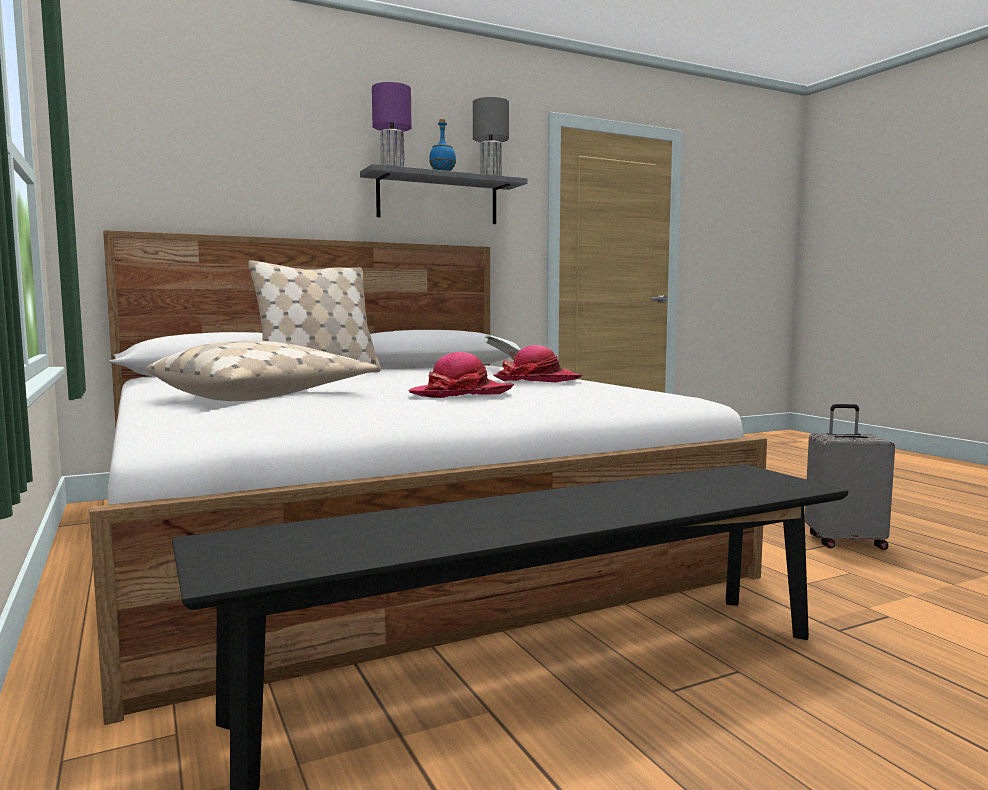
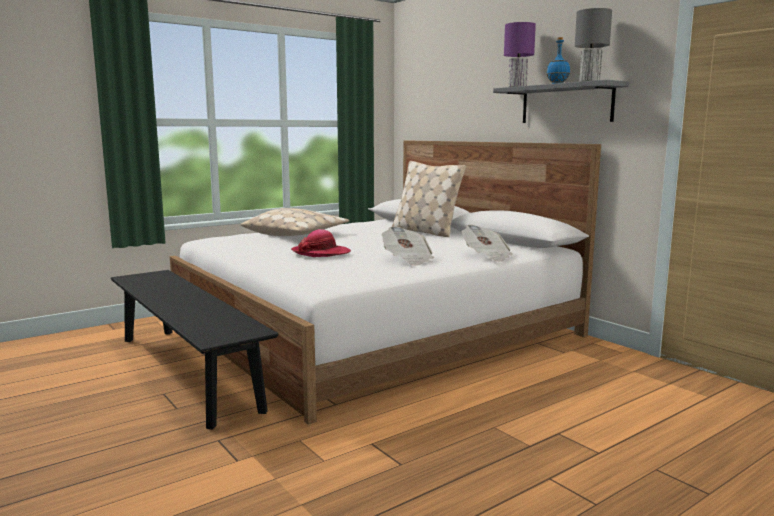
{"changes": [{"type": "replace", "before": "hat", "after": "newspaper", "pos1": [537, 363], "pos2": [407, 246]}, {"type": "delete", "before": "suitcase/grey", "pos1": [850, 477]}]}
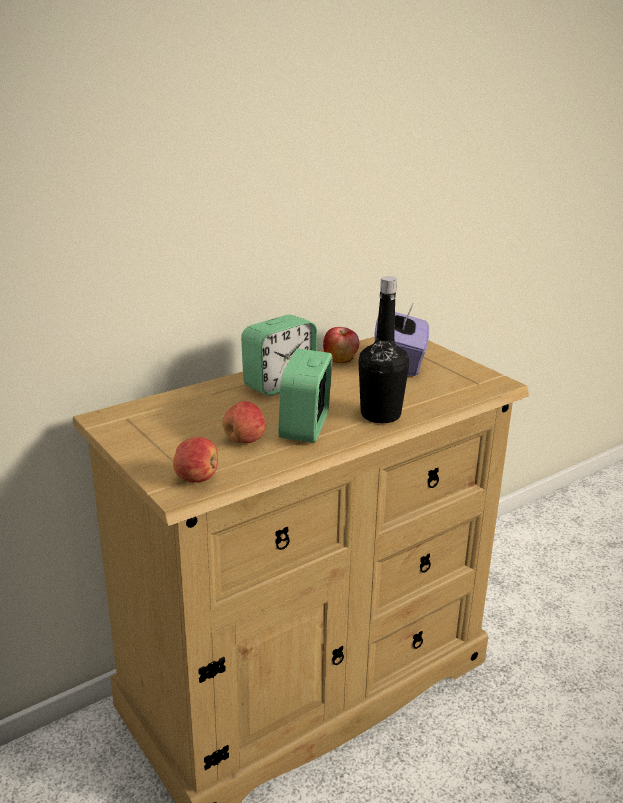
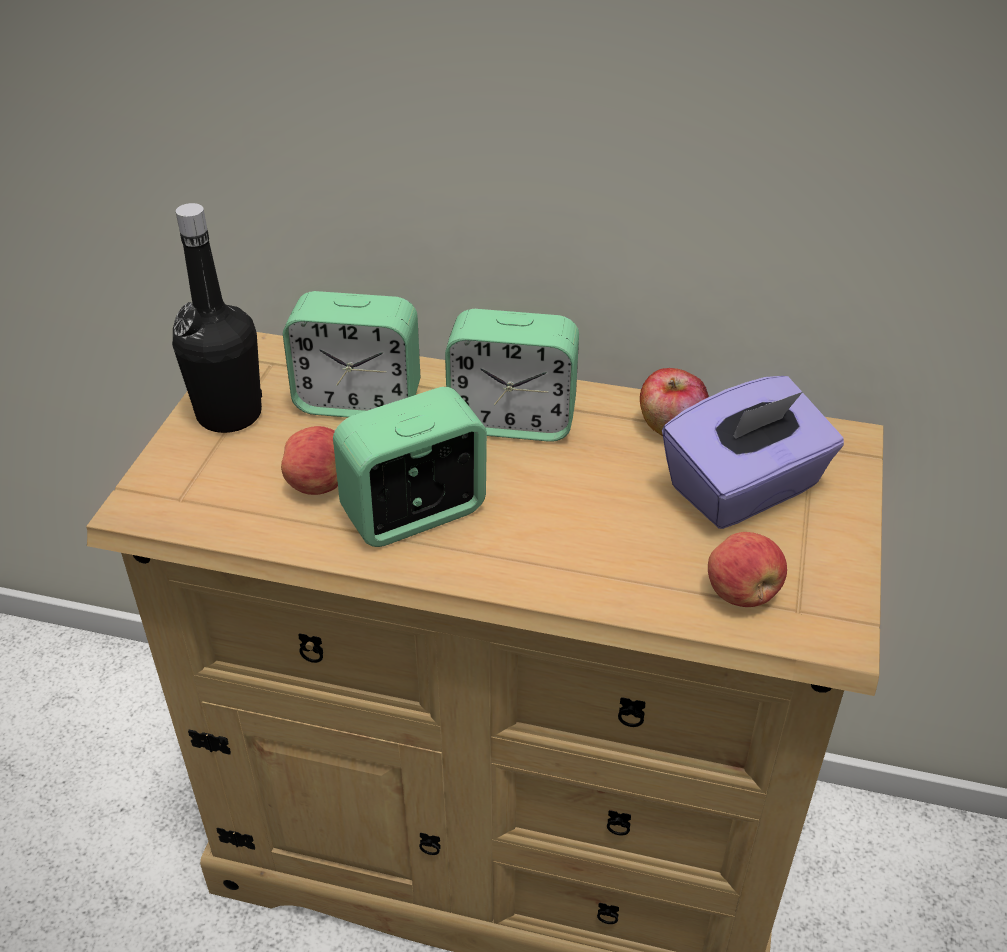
{"changes": [{"type": "move", "before": "bottle/black", "pos1": [383, 349], "pos2": [217, 318]}, {"type": "insert", "after": "alarm clock", "pos2": [351, 354]}, {"type": "move", "before": "apple", "pos1": [195, 459], "pos2": [747, 569]}]}
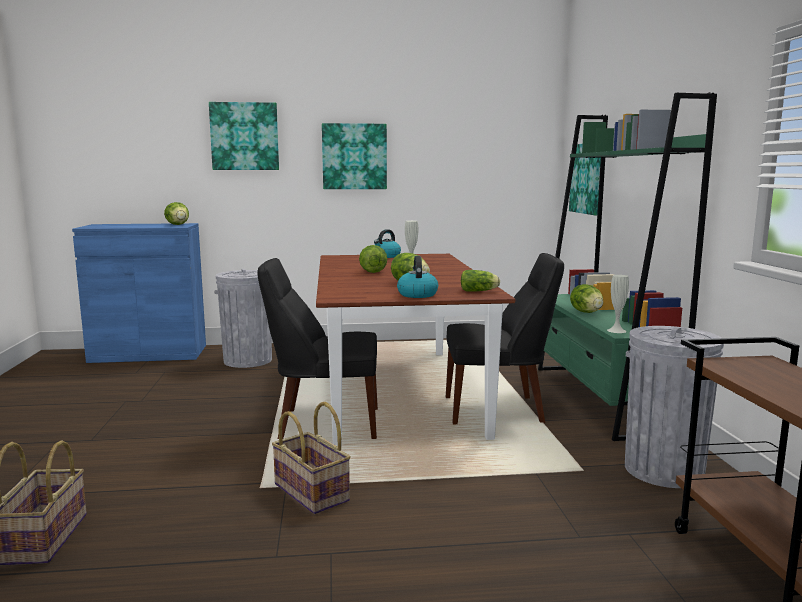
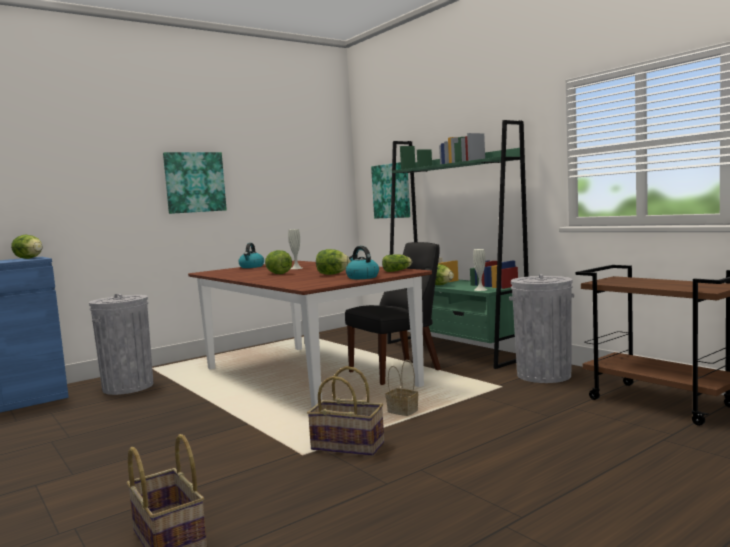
{"changes": [{"type": "insert", "after": "basket", "pos2": [401, 388]}, {"type": "delete", "before": "picture", "pos1": [244, 136]}, {"type": "delete", "before": "chair/black", "pos1": [317, 348]}]}
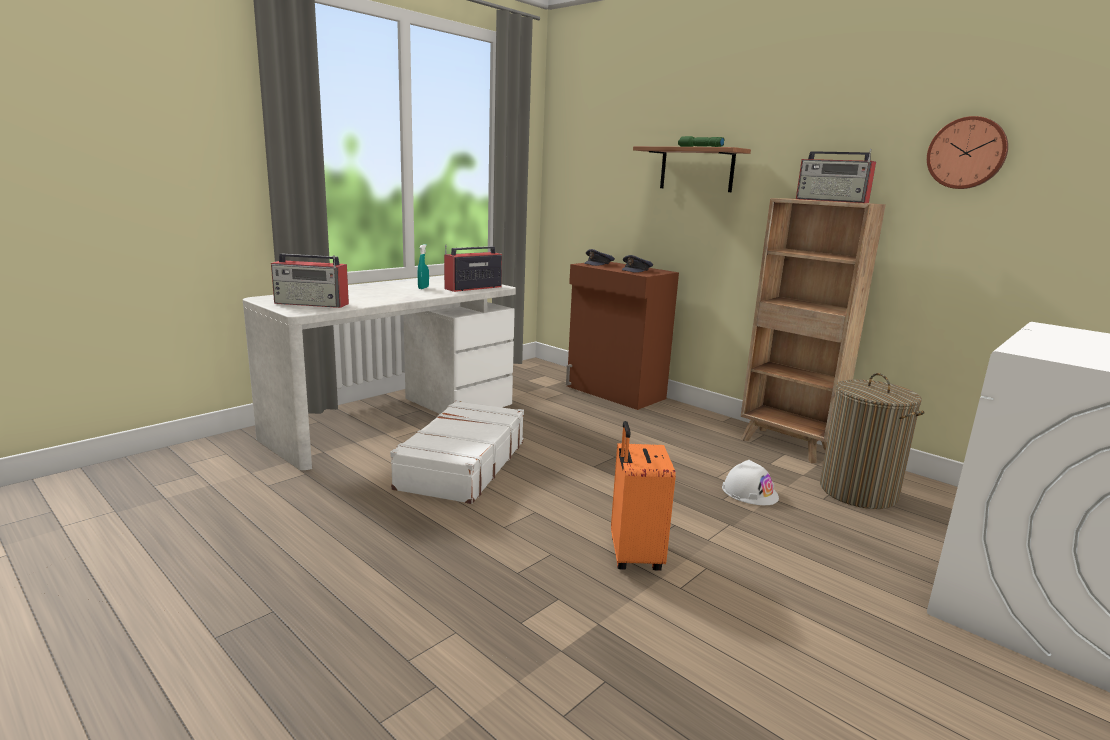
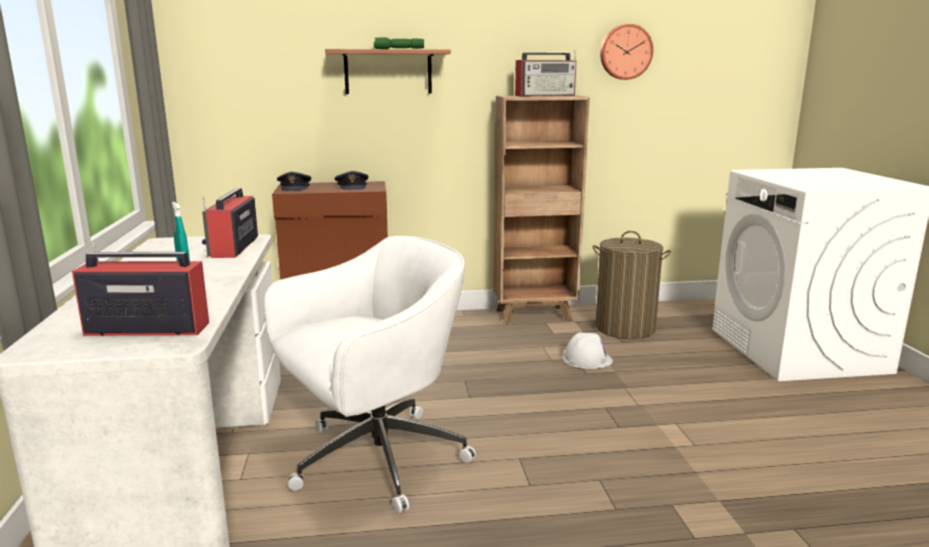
{"changes": [{"type": "rotate", "before": "radio", "pos1": [310, 281], "pos2": [140, 289], "turn": -135}, {"type": "replace", "before": "suitcase/white", "after": "office chair/white", "pos1": [457, 452], "pos2": [370, 374]}, {"type": "delete", "before": "suitcase/orange", "pos1": [643, 496]}]}
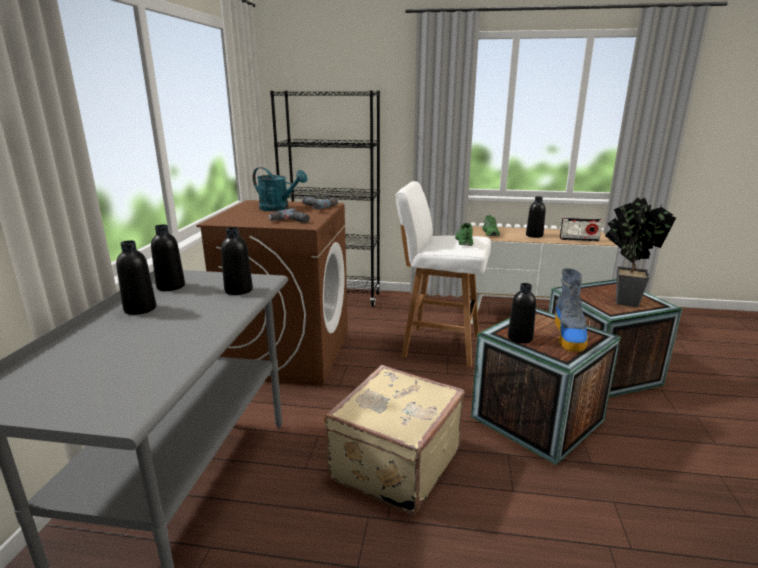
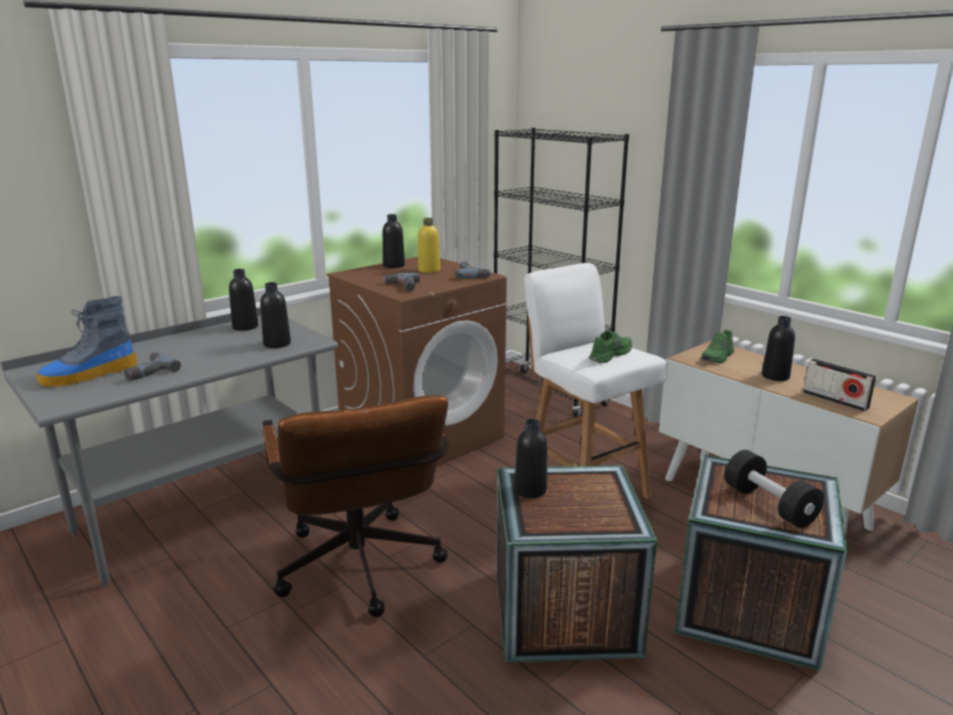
{"changes": [{"type": "move", "before": "boot", "pos1": [571, 310], "pos2": [86, 341]}, {"type": "insert", "after": "power drill", "pos2": [152, 366]}, {"type": "replace", "before": "suitcase/beige", "after": "office chair/brown", "pos1": [394, 440], "pos2": [355, 506]}, {"type": "move", "before": "bottle/black", "pos1": [136, 277], "pos2": [394, 241]}, {"type": "replace", "before": "watering can/turquoise", "after": "bottle/yellow", "pos1": [280, 189], "pos2": [429, 245]}, {"type": "replace", "before": "potted plant", "after": "dumbbell/black", "pos1": [640, 252], "pos2": [774, 489]}]}
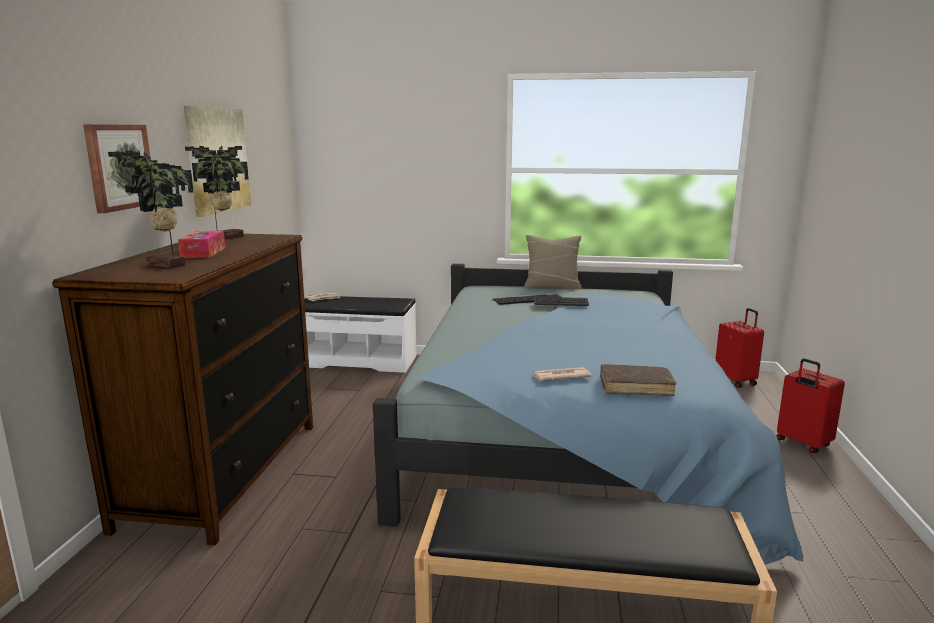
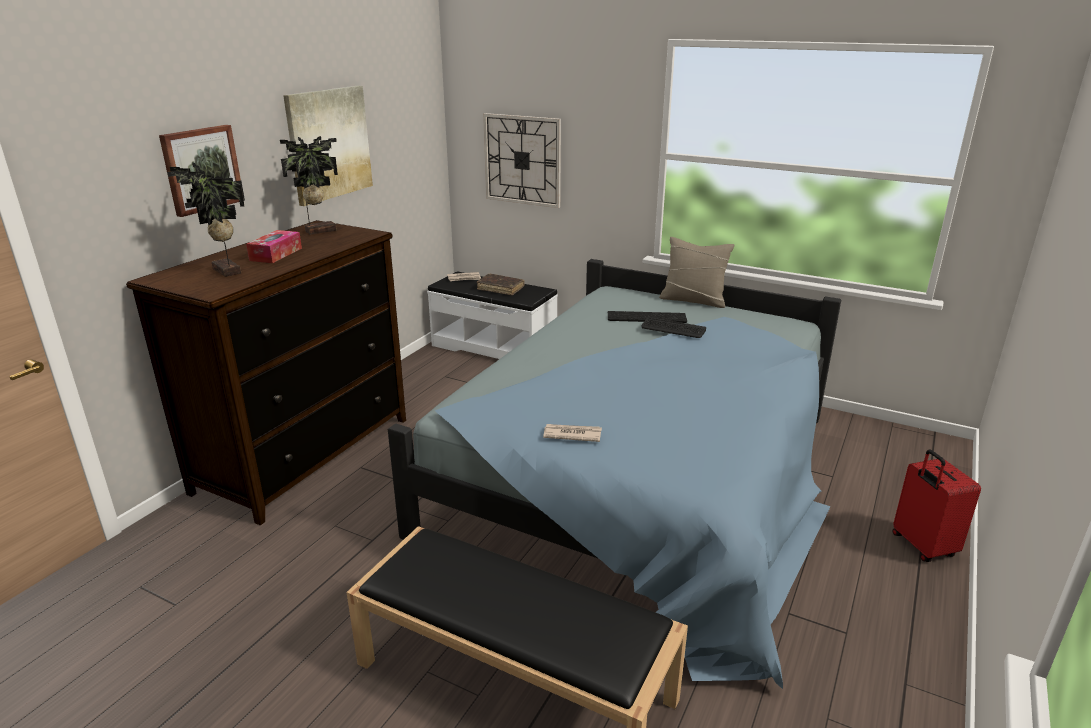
{"changes": [{"type": "move", "before": "book/brown", "pos1": [638, 380], "pos2": [500, 284]}, {"type": "insert", "after": "wall clock", "pos2": [522, 160]}, {"type": "delete", "before": "suitcase/red", "pos1": [739, 348]}]}
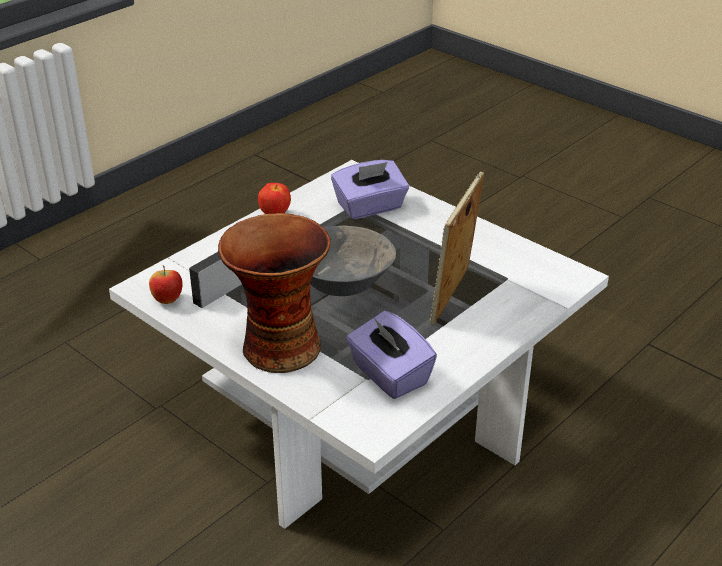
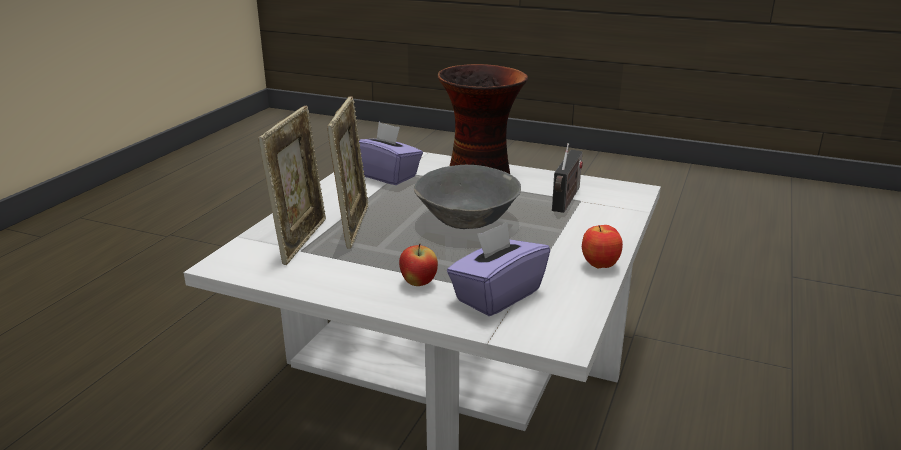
{"changes": [{"type": "insert", "after": "picture frame", "pos2": [292, 185]}, {"type": "move", "before": "apple", "pos1": [166, 284], "pos2": [418, 265]}]}
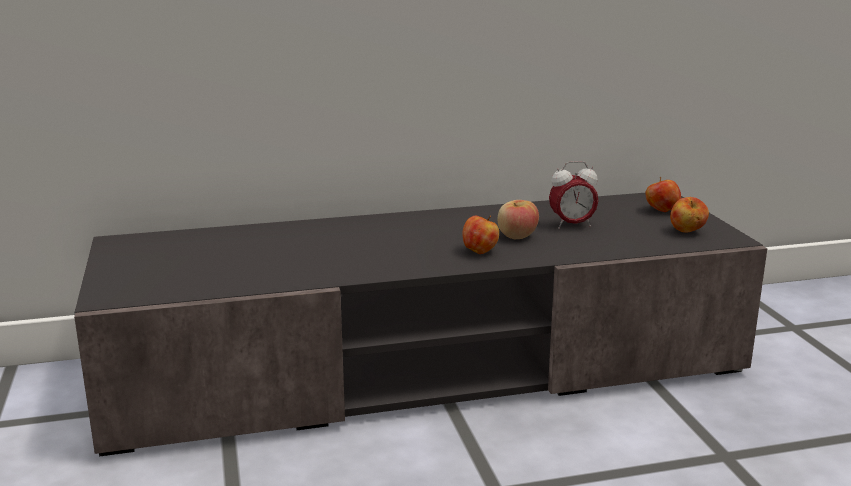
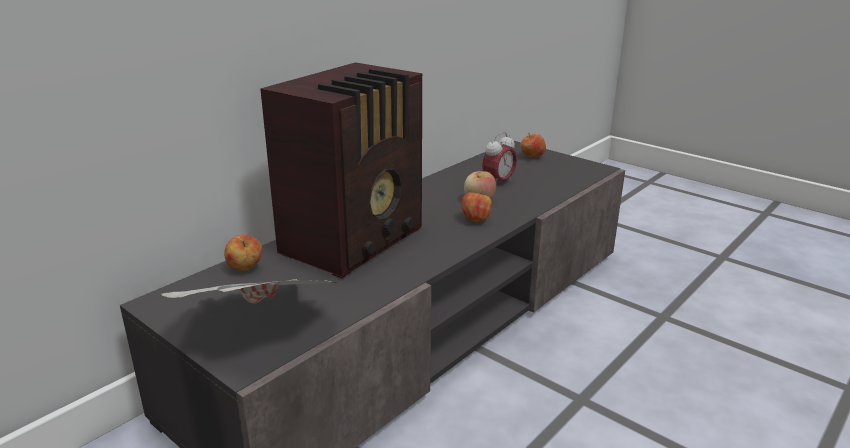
{"changes": [{"type": "insert", "after": "newspaper", "pos2": [249, 291]}, {"type": "move", "before": "apple", "pos1": [689, 214], "pos2": [243, 252]}, {"type": "insert", "after": "radio", "pos2": [341, 170]}]}
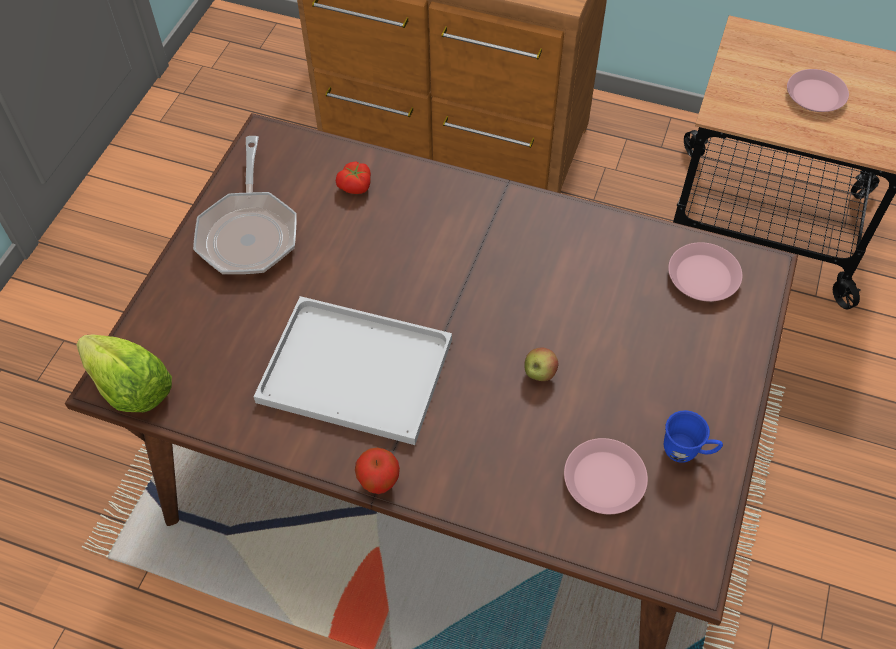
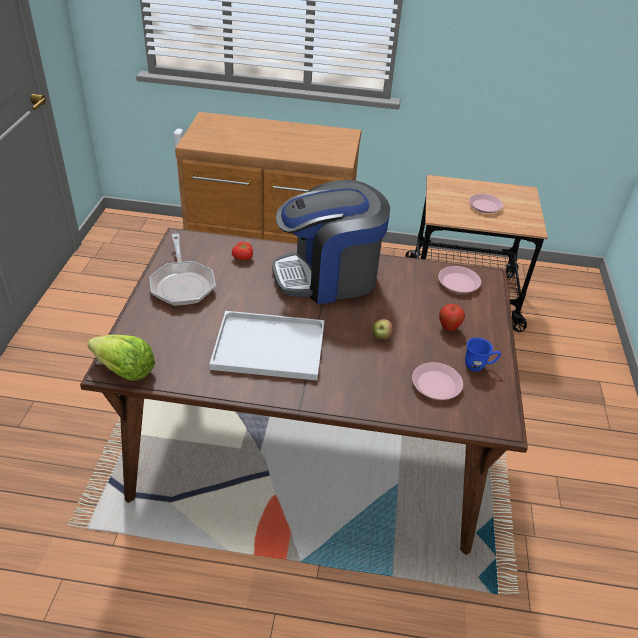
{"changes": [{"type": "insert", "after": "coffee machine", "pos2": [331, 242]}, {"type": "move", "before": "apple", "pos1": [377, 471], "pos2": [452, 317]}]}
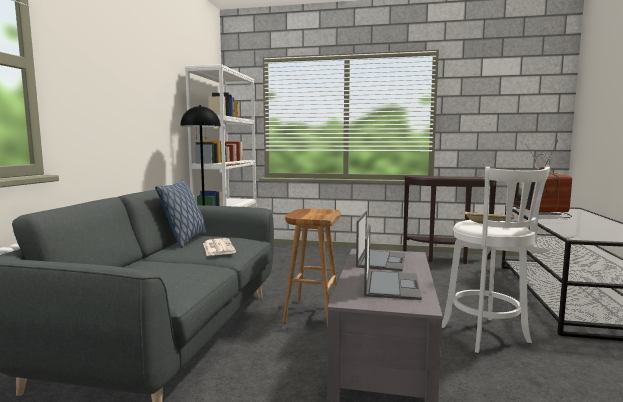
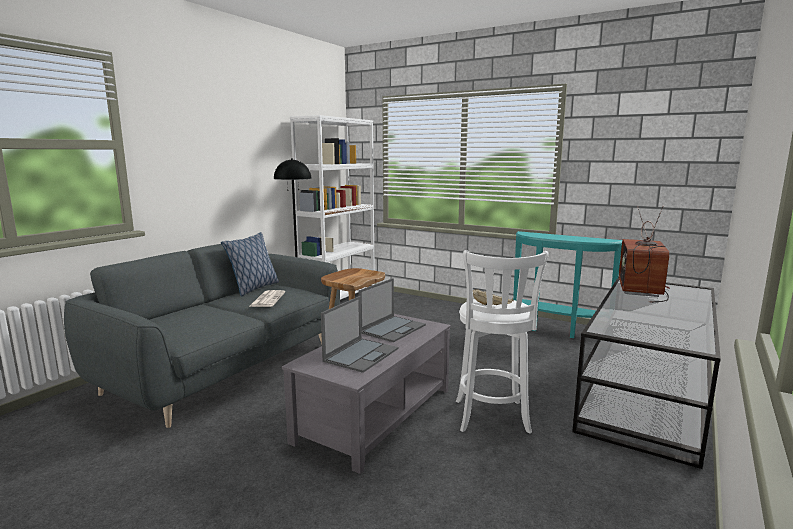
{"changes": [{"type": "recolor", "before": "console table/brown", "after": "console table/turquoise", "pos1": [449, 220], "pos2": [567, 284]}]}
